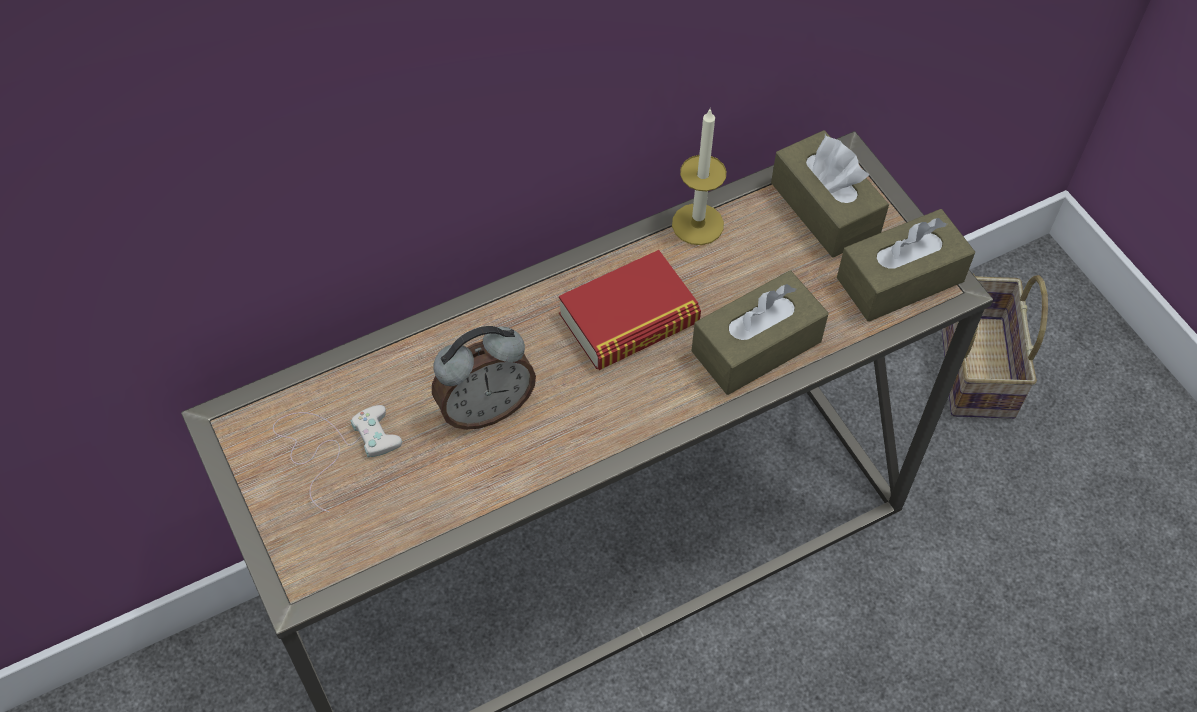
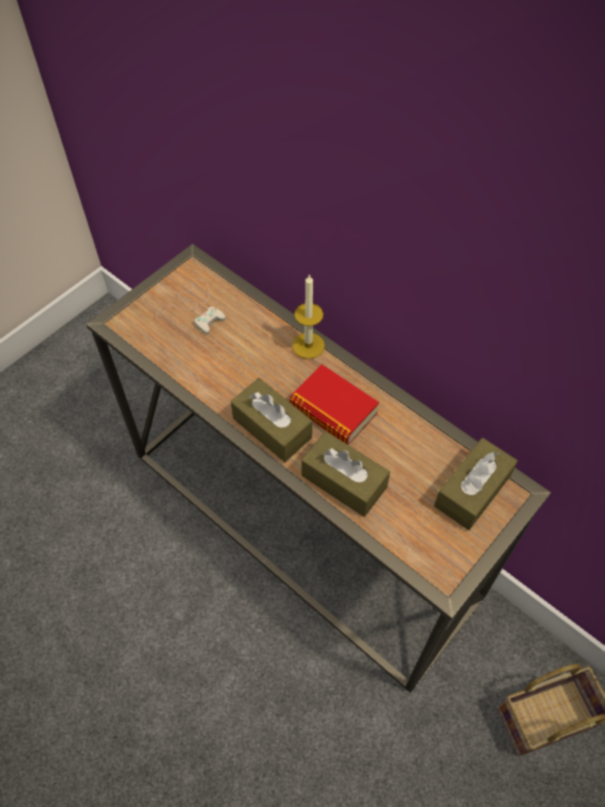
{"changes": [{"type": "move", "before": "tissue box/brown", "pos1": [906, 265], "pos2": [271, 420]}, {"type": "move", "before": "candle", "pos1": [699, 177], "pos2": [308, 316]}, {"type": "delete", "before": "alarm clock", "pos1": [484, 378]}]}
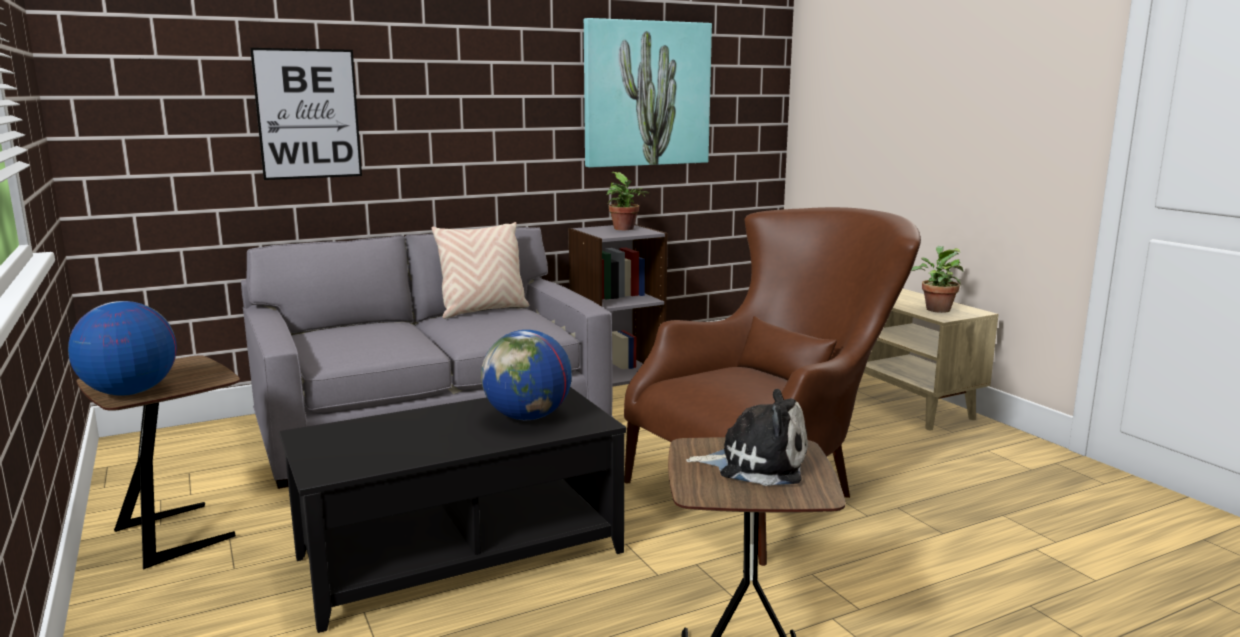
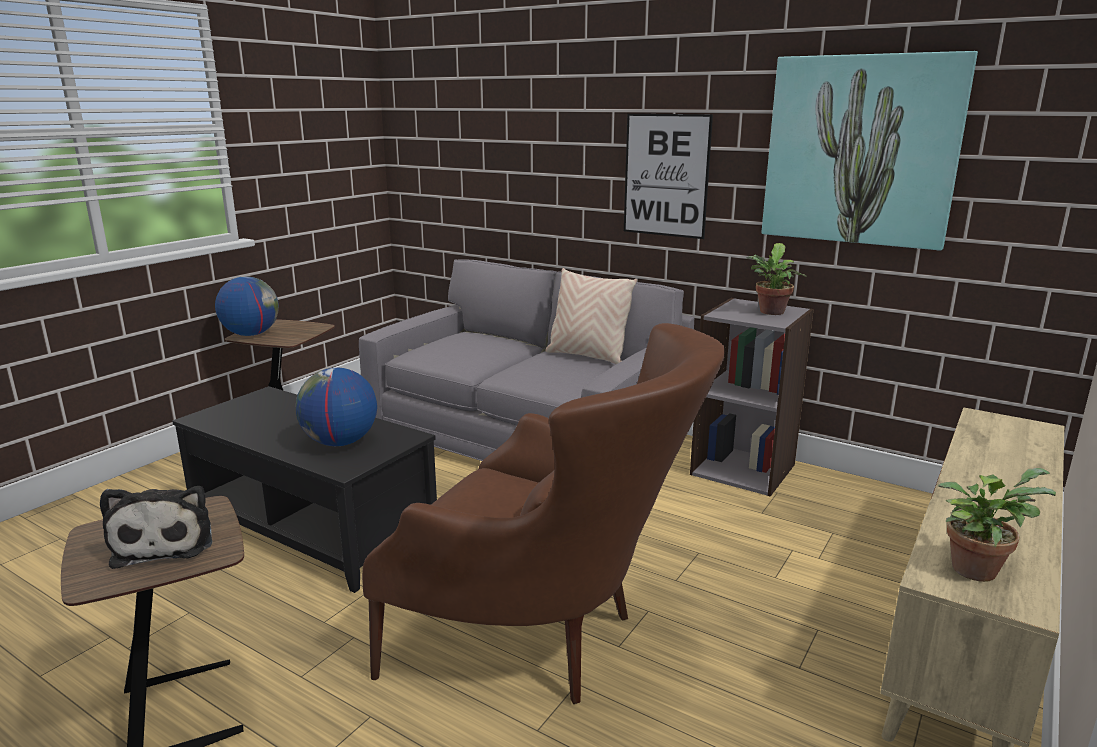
{"changes": [{"type": "move", "before": "picture", "pos1": [306, 114], "pos2": [668, 176]}]}
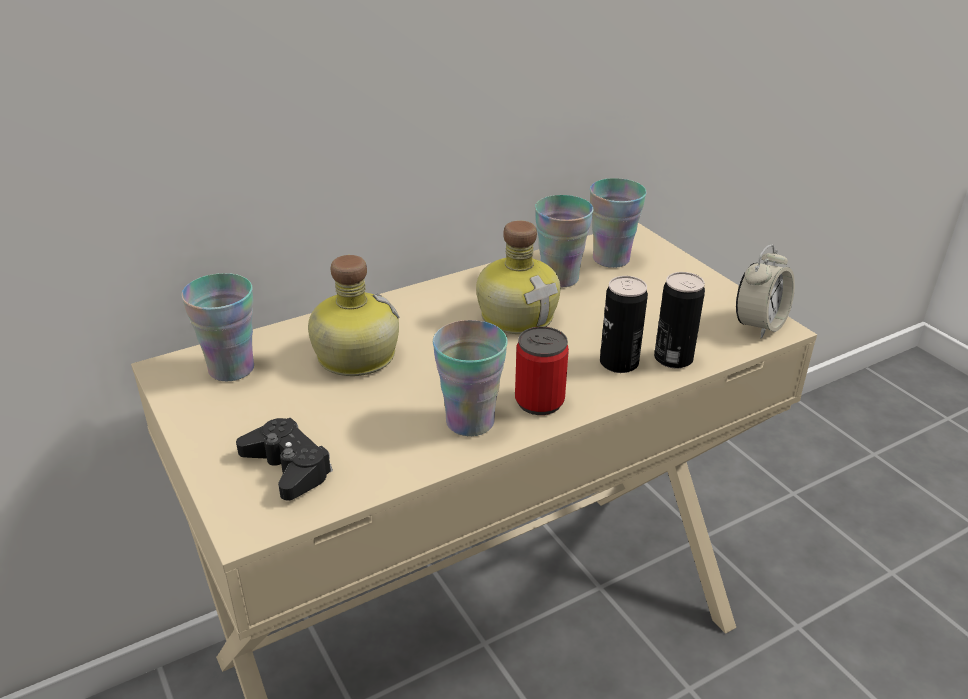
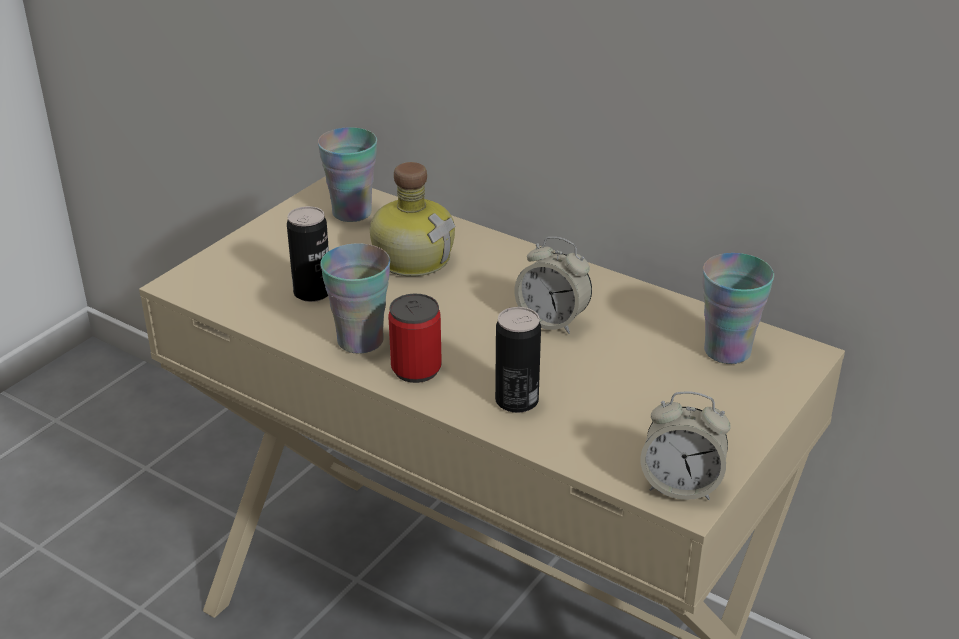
{"changes": [{"type": "move", "before": "can", "pos1": [679, 320], "pos2": [308, 254]}, {"type": "replace", "before": "bottle", "after": "alarm clock", "pos1": [518, 277], "pos2": [553, 285]}, {"type": "delete", "before": "game controller/black", "pos1": [284, 459]}, {"type": "delete", "before": "cup", "pos1": [564, 241]}]}
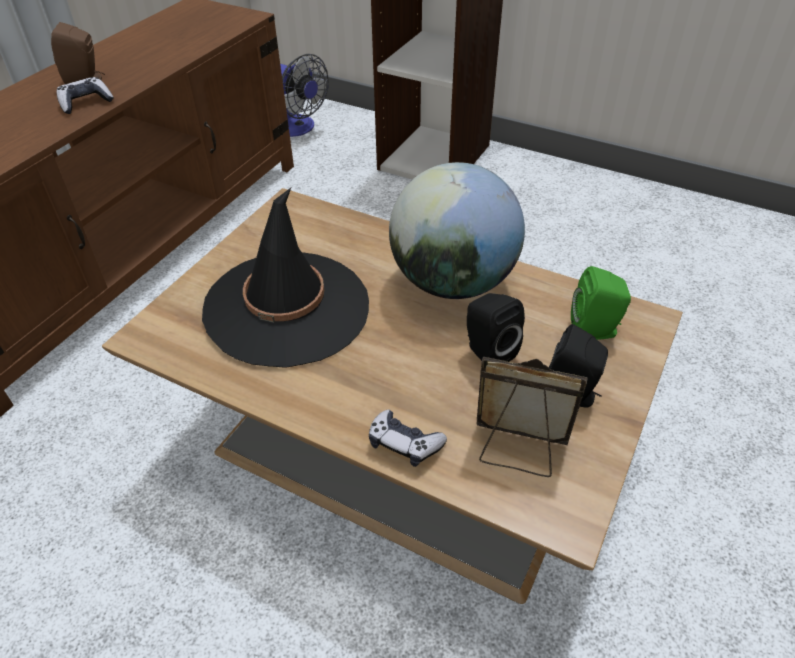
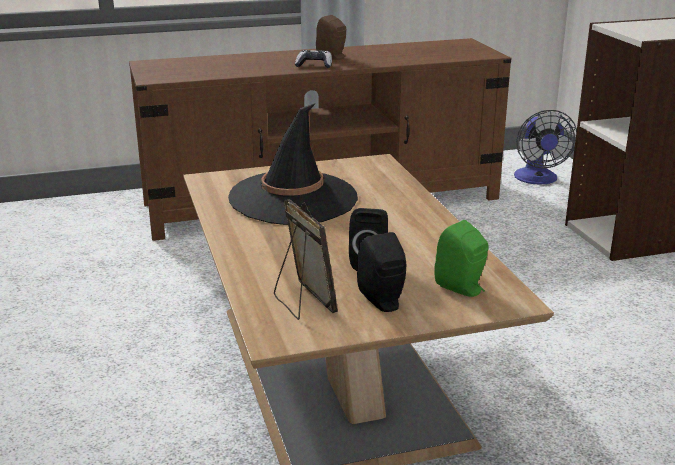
{"changes": [{"type": "delete", "before": "game controller", "pos1": [408, 438]}, {"type": "delete", "before": "globe", "pos1": [457, 230]}]}
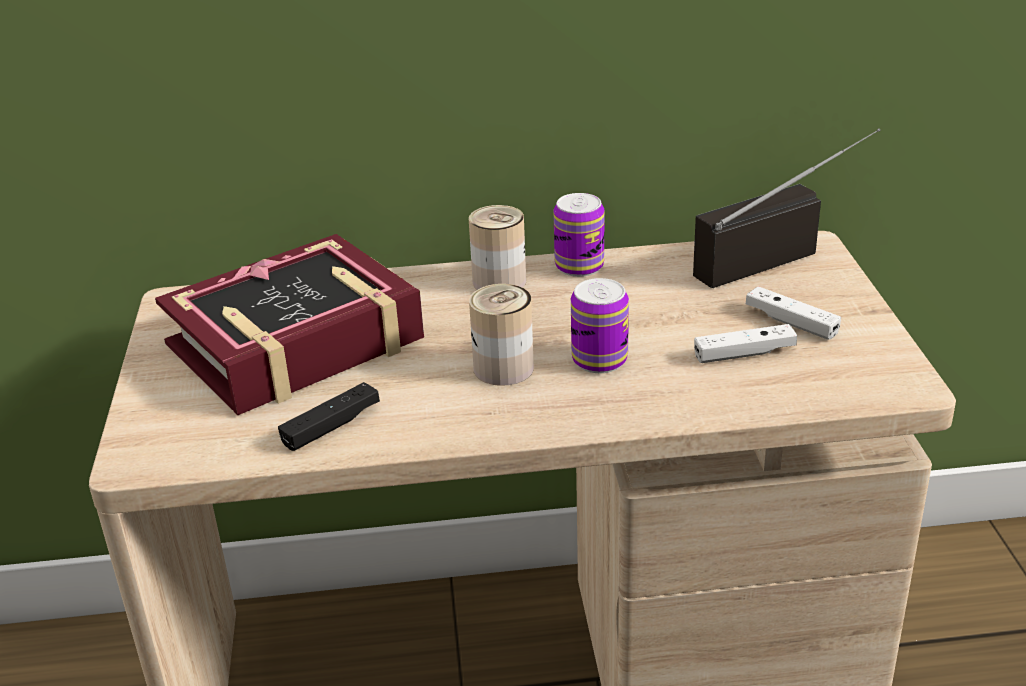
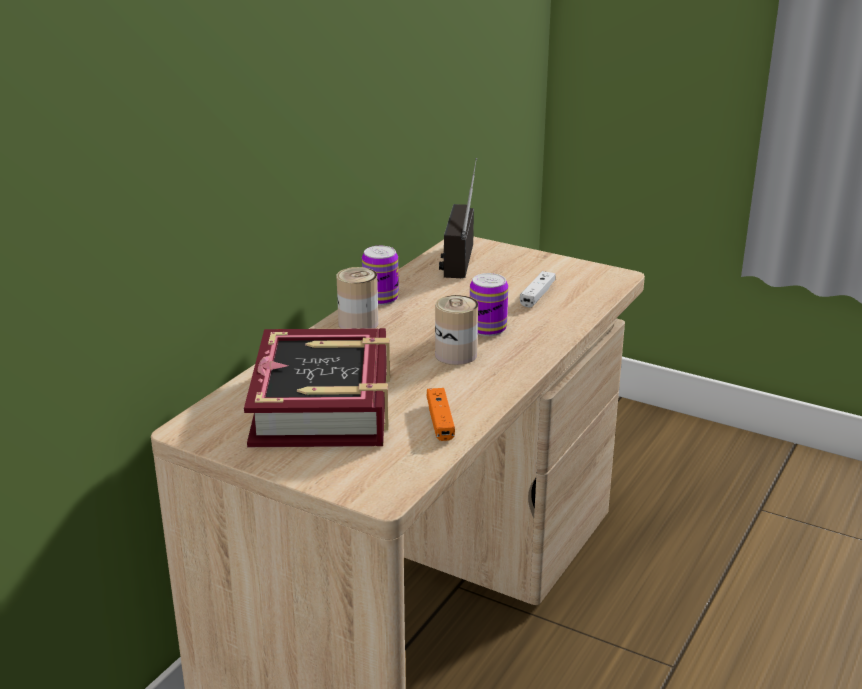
{"changes": [{"type": "recolor", "before": "game controller/black", "after": "game controller/orange", "pos1": [329, 416], "pos2": [441, 414]}, {"type": "delete", "before": "game controller/white", "pos1": [793, 313]}]}
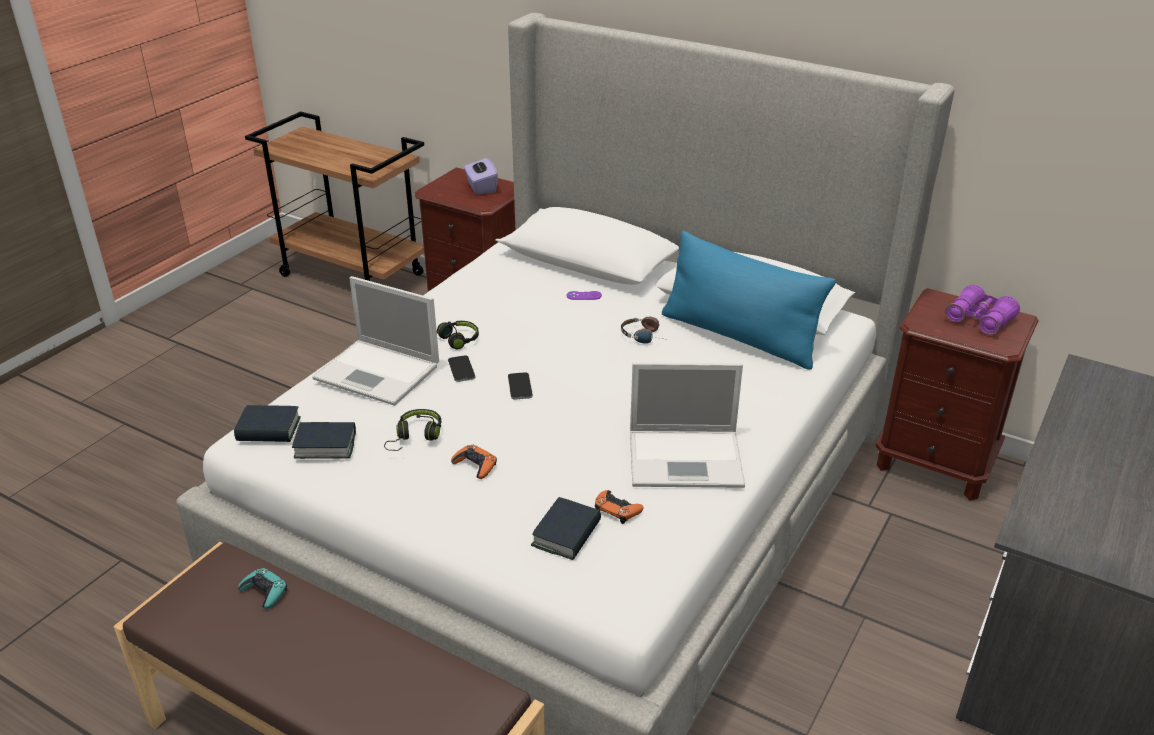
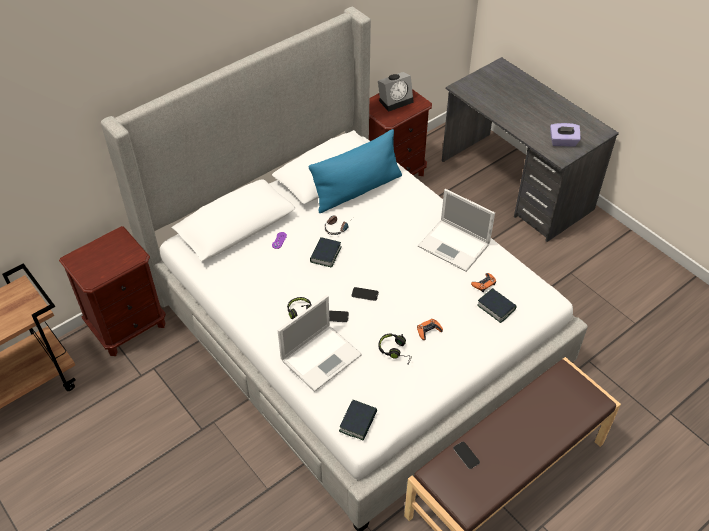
{"changes": [{"type": "move", "before": "book", "pos1": [324, 440], "pos2": [326, 252]}, {"type": "replace", "before": "binoculars/purple", "after": "alarm clock", "pos1": [982, 310], "pos2": [396, 92]}, {"type": "rotate", "before": "laptop", "pos1": [687, 425], "pos2": [456, 230], "turn": 105}, {"type": "replace", "before": "game controller/turquoise", "after": "phone", "pos1": [262, 588], "pos2": [466, 455]}, {"type": "move", "before": "tissue box/purple", "pos1": [481, 175], "pos2": [565, 135]}]}
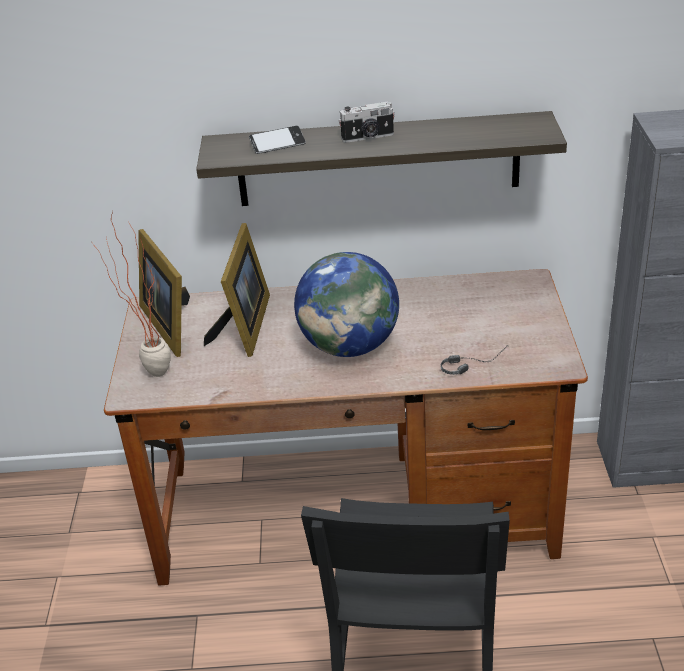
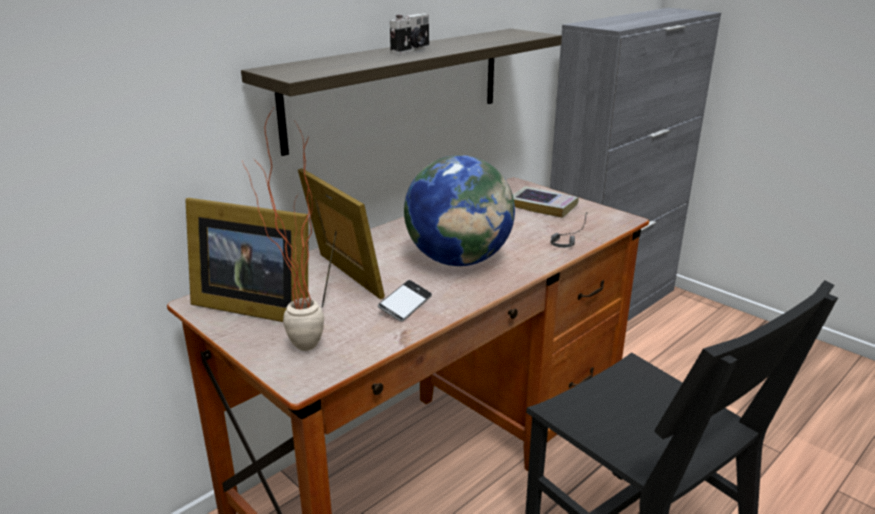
{"changes": [{"type": "move", "before": "phone", "pos1": [277, 140], "pos2": [405, 301]}, {"type": "insert", "after": "book", "pos2": [546, 202]}]}
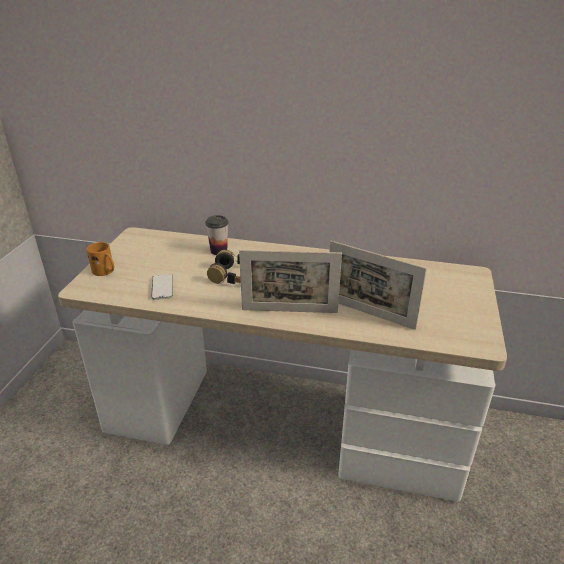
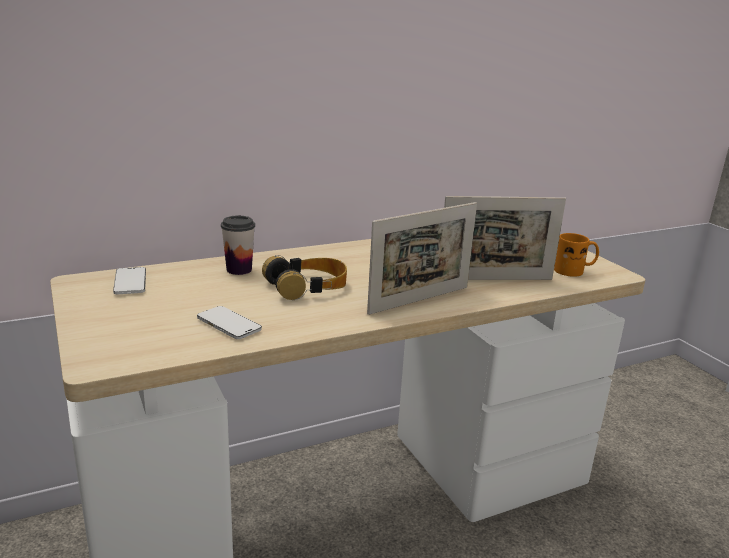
{"changes": [{"type": "insert", "after": "phone", "pos2": [129, 280]}, {"type": "move", "before": "mug/orange", "pos1": [100, 259], "pos2": [576, 255]}]}
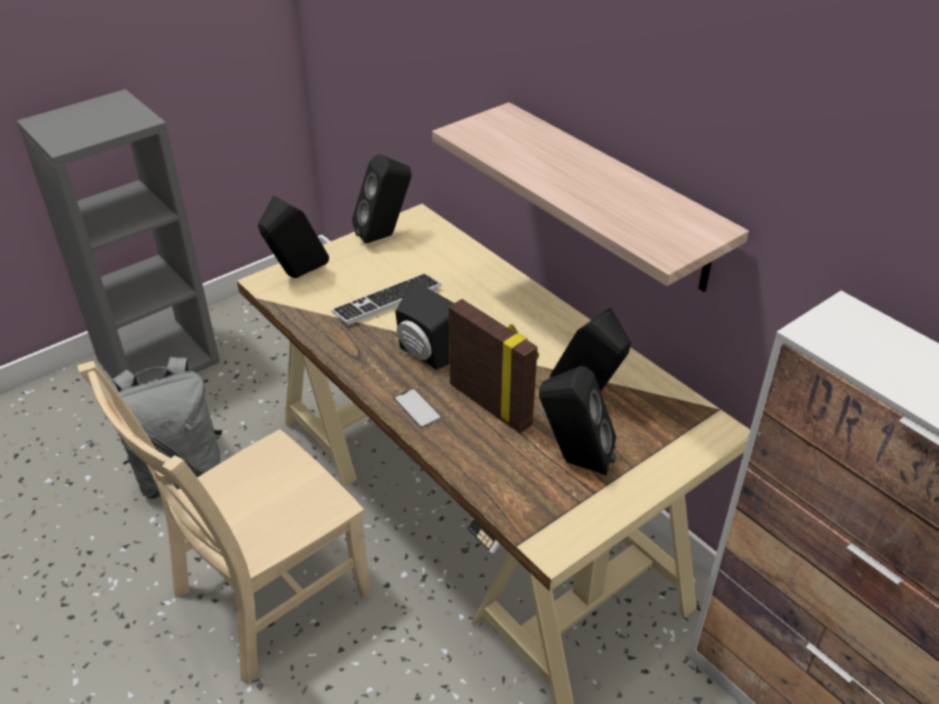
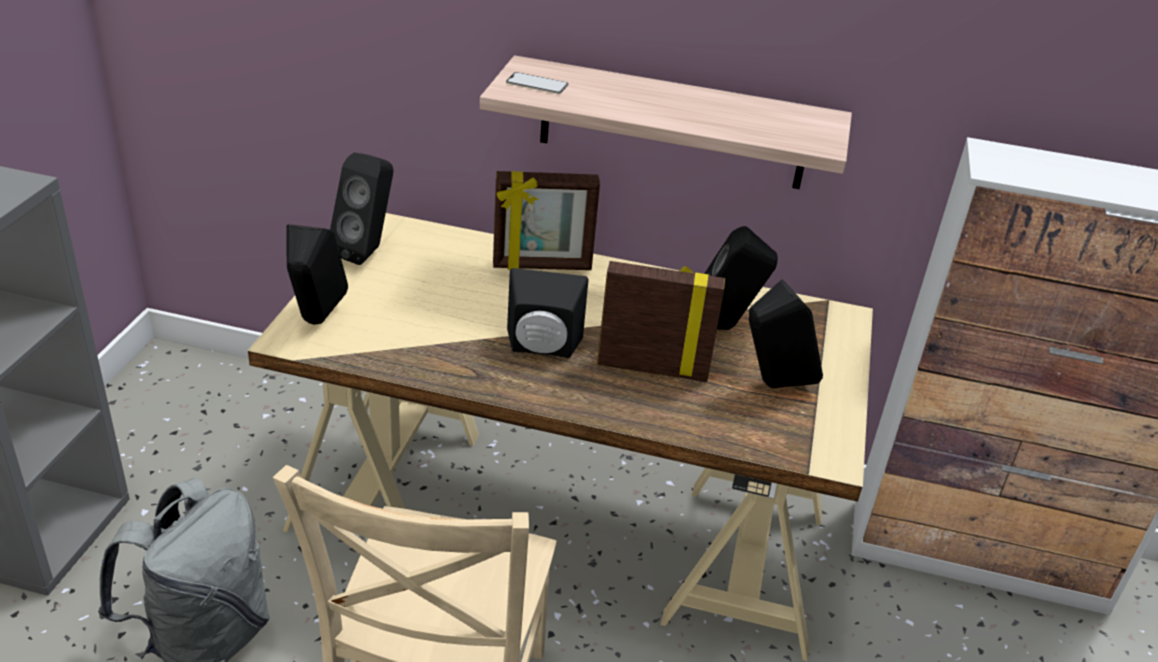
{"changes": [{"type": "insert", "after": "picture frame", "pos2": [546, 220]}, {"type": "move", "before": "phone", "pos1": [417, 408], "pos2": [537, 83]}, {"type": "delete", "before": "keyboard", "pos1": [386, 299]}]}
